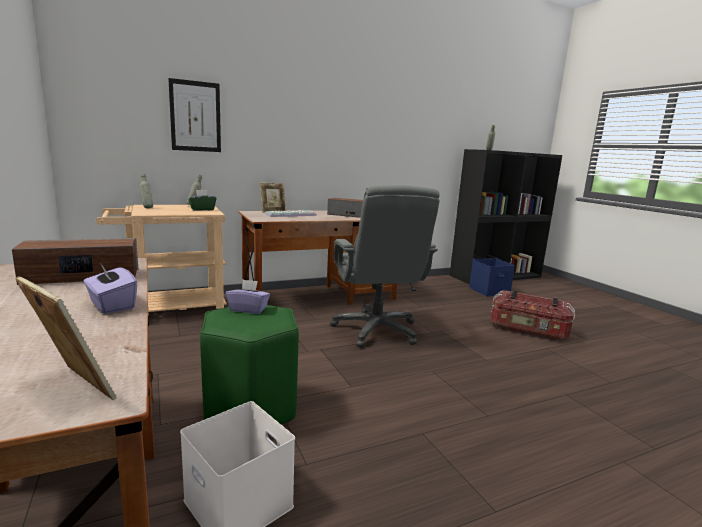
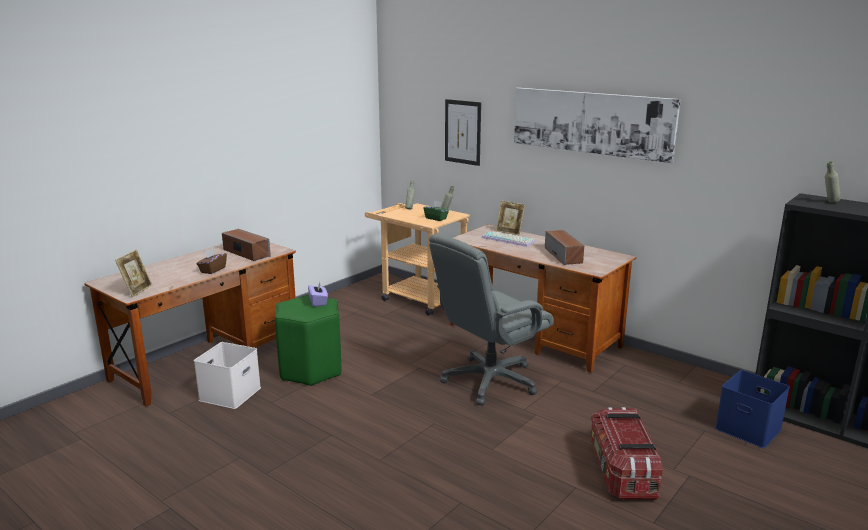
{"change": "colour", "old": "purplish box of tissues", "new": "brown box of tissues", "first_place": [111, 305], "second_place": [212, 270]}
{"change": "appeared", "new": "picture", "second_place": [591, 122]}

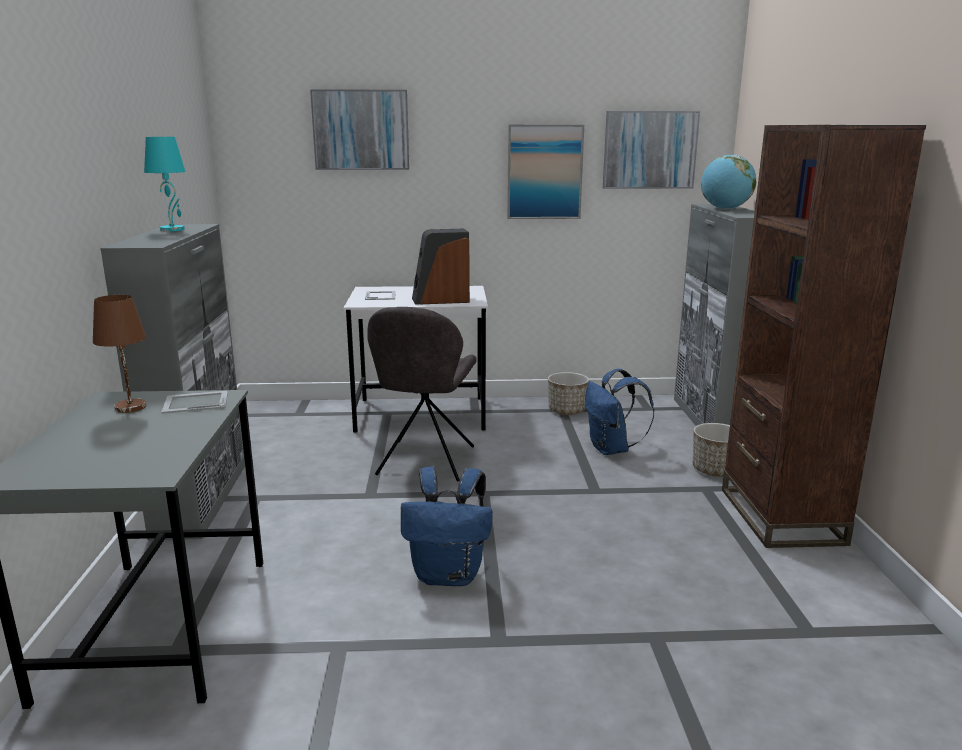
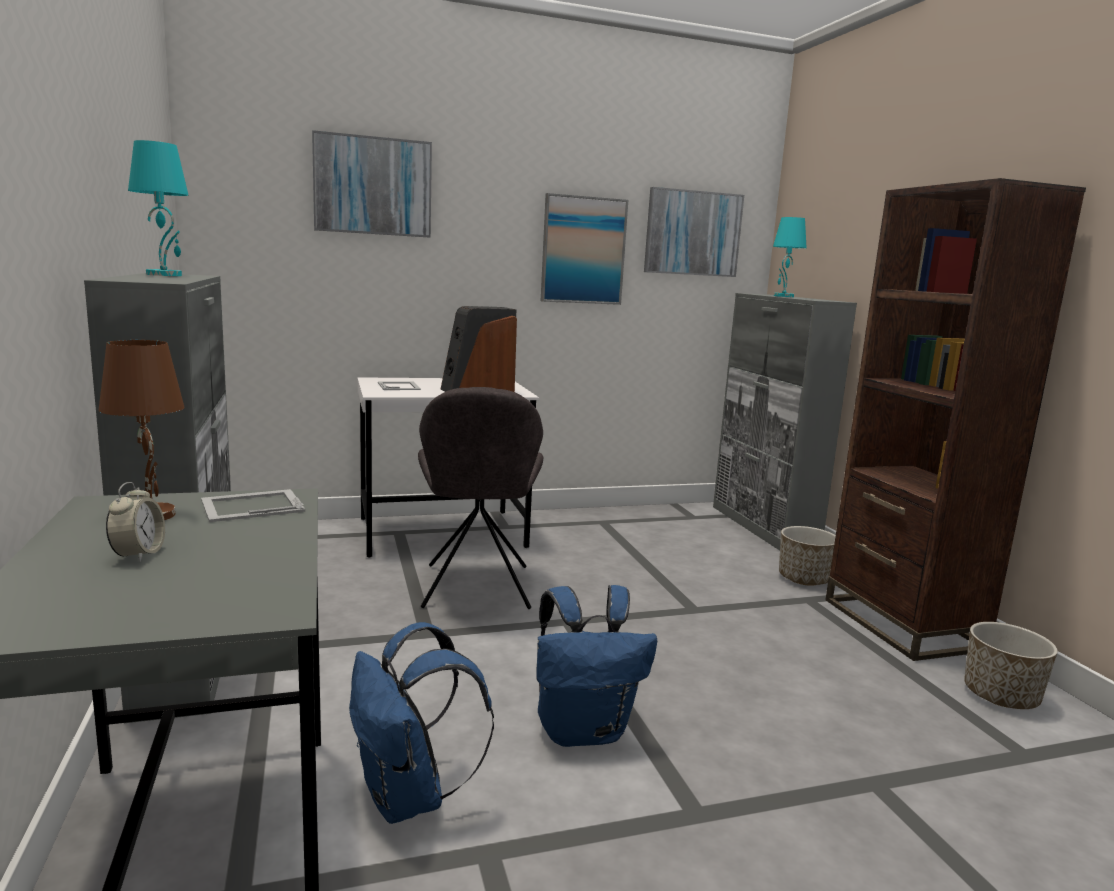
{"change": "exchanged", "old": "desk globe", "new": "turquoise-coloured table lamp", "first_place": [725, 209], "second_place": [783, 296]}
{"change": "relocated", "old": "blue-coloured knapsack", "first_place": [611, 449], "second_place": [409, 798]}
{"change": "relocated", "old": "plant pot", "first_place": [567, 410], "second_place": [1000, 696]}
{"change": "appeared", "new": "bedside clock", "second_place": [138, 554]}

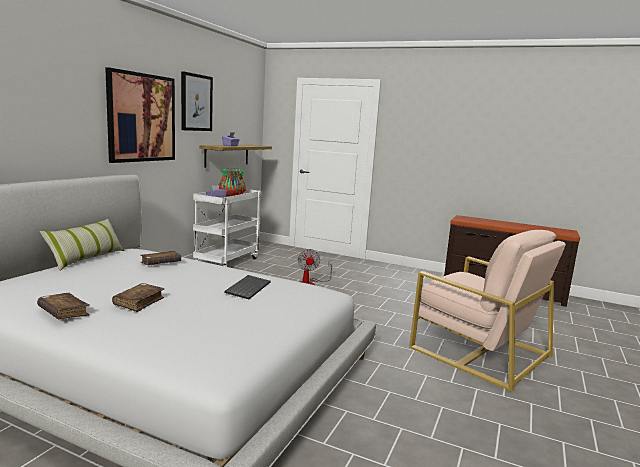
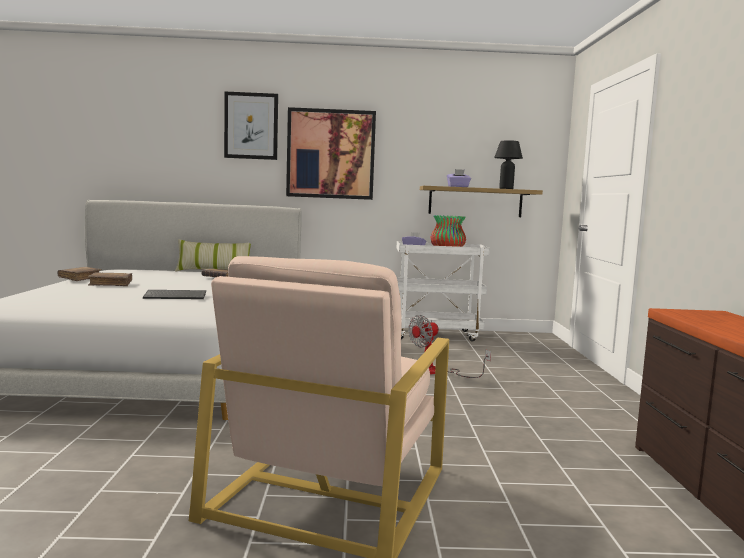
{"change": "relocated", "old": "picture", "first_place": [196, 102], "second_place": [251, 126]}
{"change": "appeared", "new": "blackish table lamp", "second_place": [506, 188]}

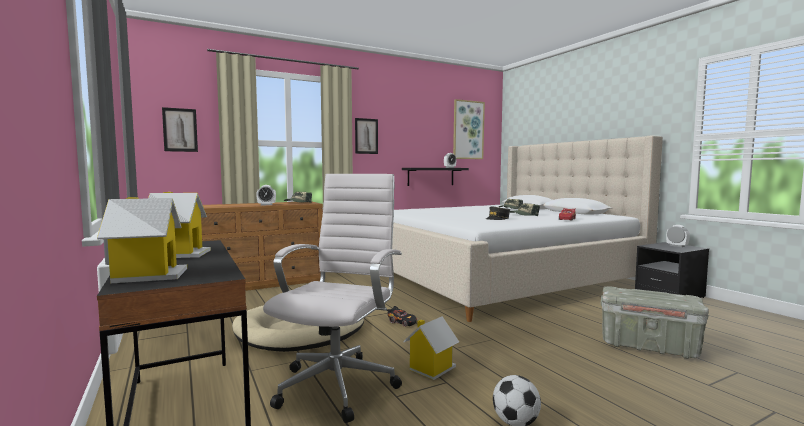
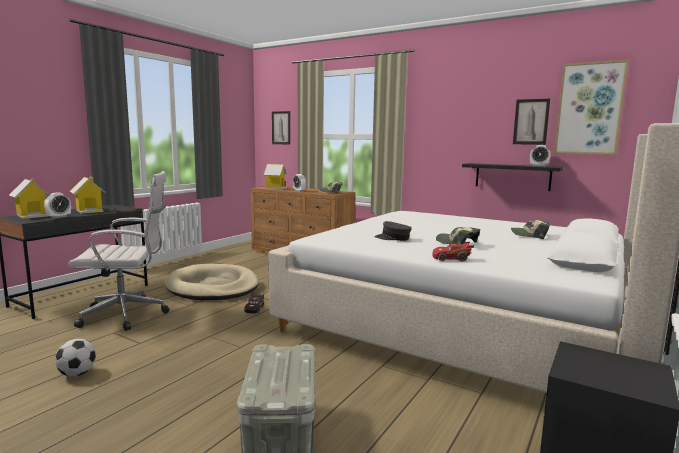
{"change": "relocated", "old": "picture", "first_place": [366, 136], "second_place": [531, 122]}
{"change": "relocated", "old": "bedside clock", "first_place": [677, 246], "second_place": [59, 217]}
{"change": "relocated", "old": "miniature house", "first_place": [431, 369], "second_place": [276, 188]}

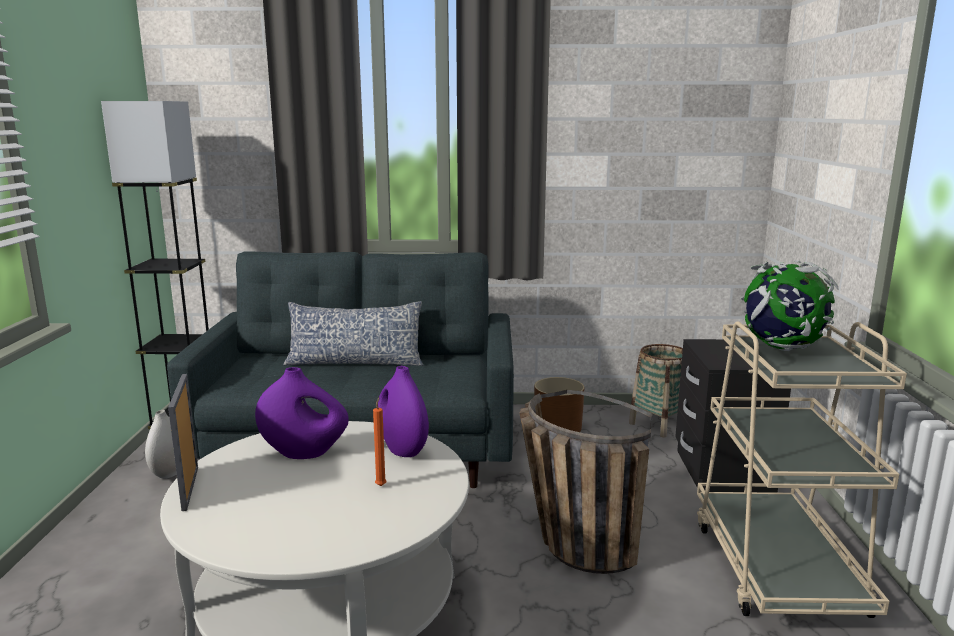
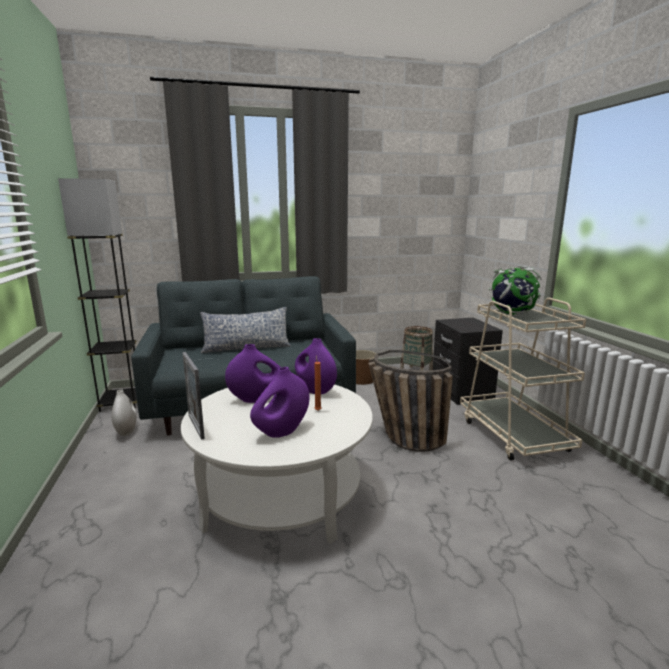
{"change": "appeared", "new": "purplish vase", "second_place": [282, 432]}

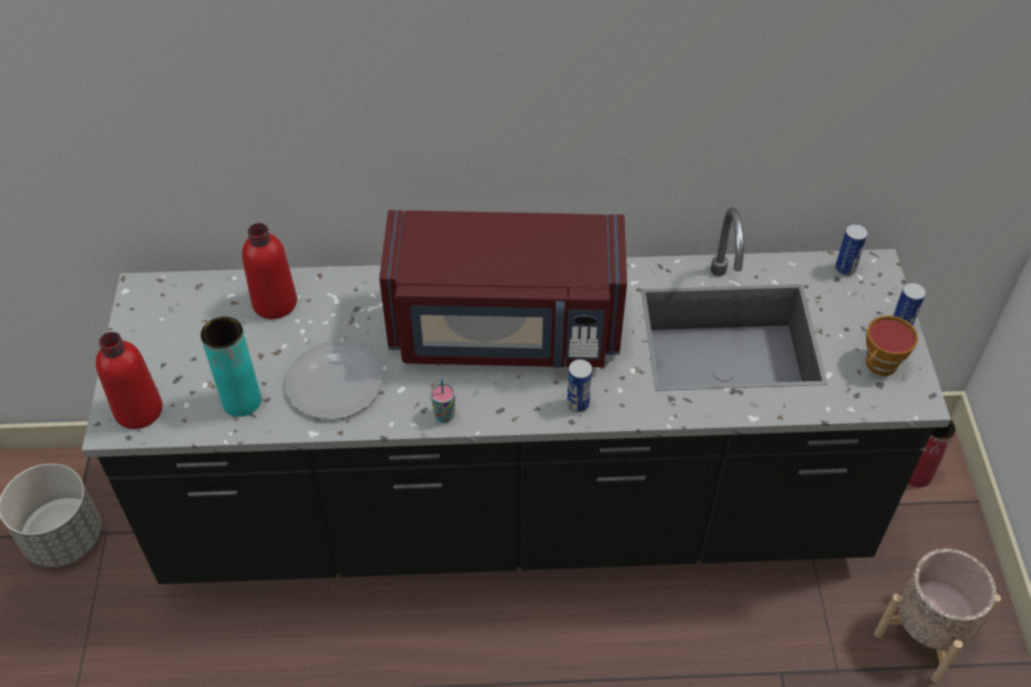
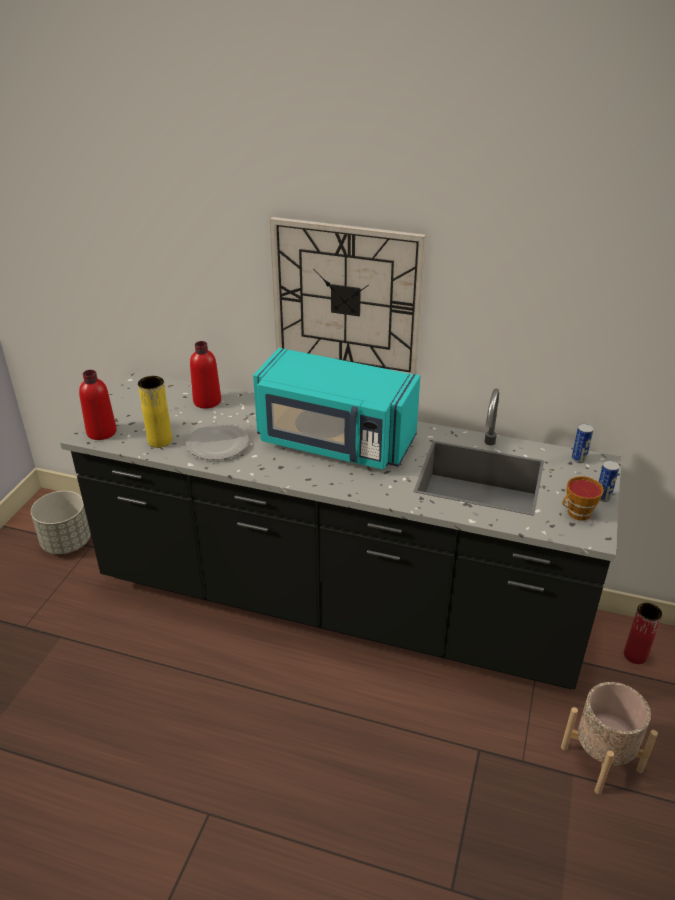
{"change": "colour", "old": "red microwave", "new": "turquoise-coloured microwave", "first_place": [505, 330], "second_place": [334, 442]}
{"change": "colour", "old": "turquoise-coloured vase", "new": "yellow vase", "first_place": [242, 401], "second_place": [160, 441]}
{"change": "missing", "old": "sealed can", "first_place": [578, 404]}
{"change": "missing", "old": "cup", "first_place": [444, 416]}
{"change": "appeared", "new": "wall clock", "second_place": [346, 299]}

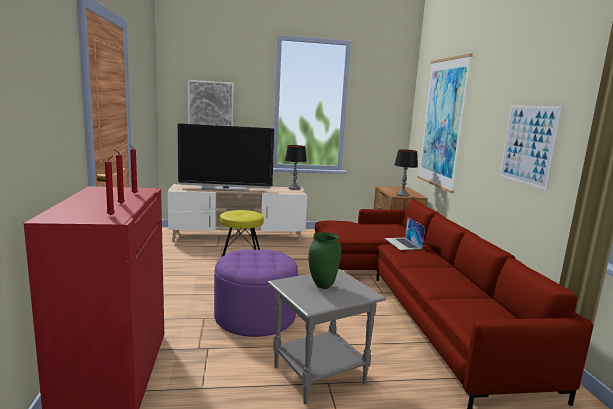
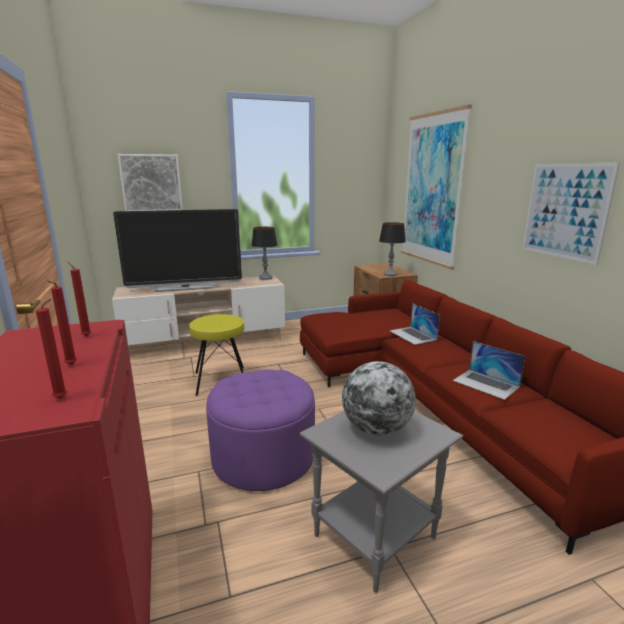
{"change": "exchanged", "old": "green vase", "new": "desk globe", "first_place": [323, 286], "second_place": [376, 429]}
{"change": "appeared", "new": "notebook computer", "second_place": [486, 383]}

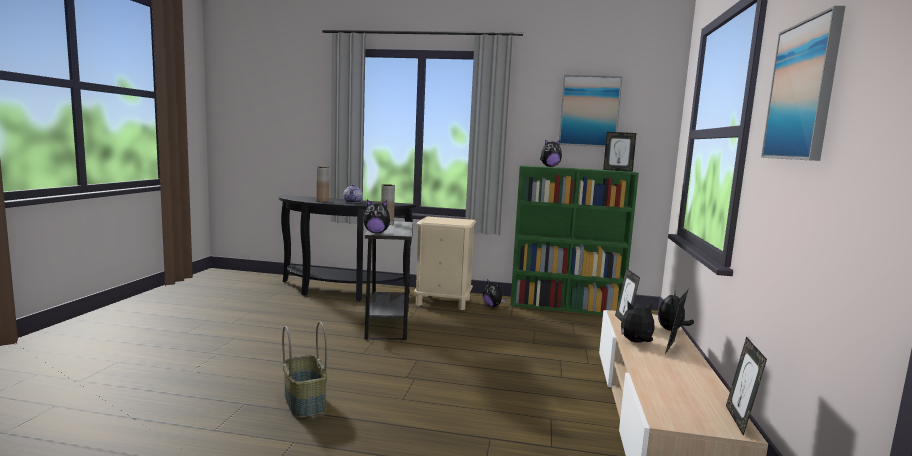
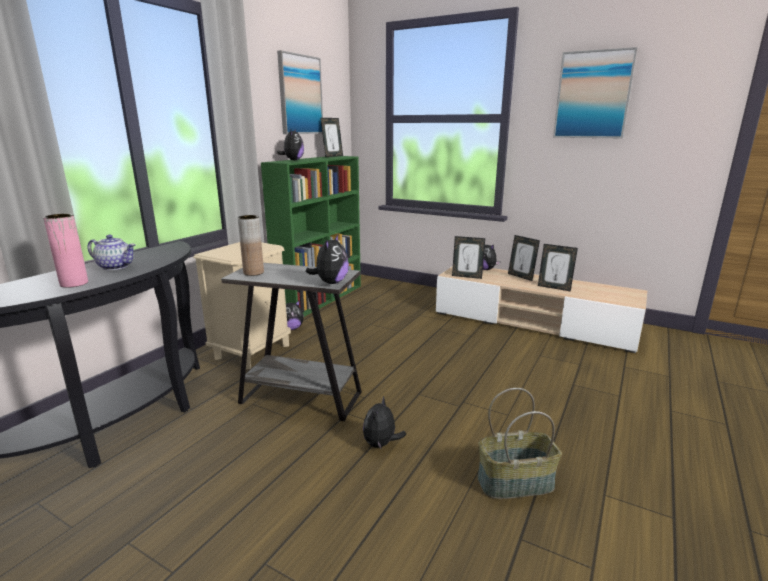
{"change": "colour", "old": "brown vase", "new": "pinkish vase", "first_place": [322, 201], "second_place": [74, 283]}
{"change": "relocated", "old": "soft toy", "first_place": [636, 342], "second_place": [381, 444]}
{"change": "relocated", "old": "photo frame", "first_place": [739, 420], "second_place": [554, 287]}

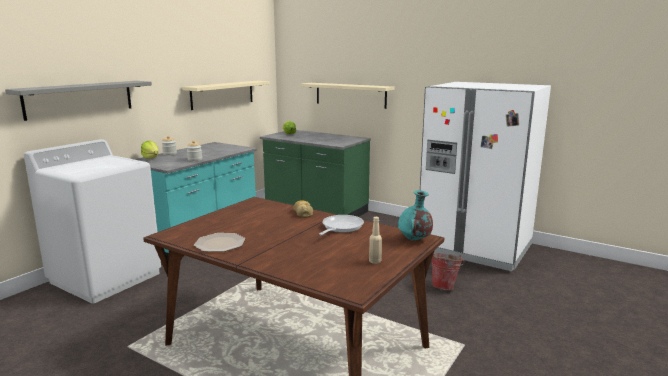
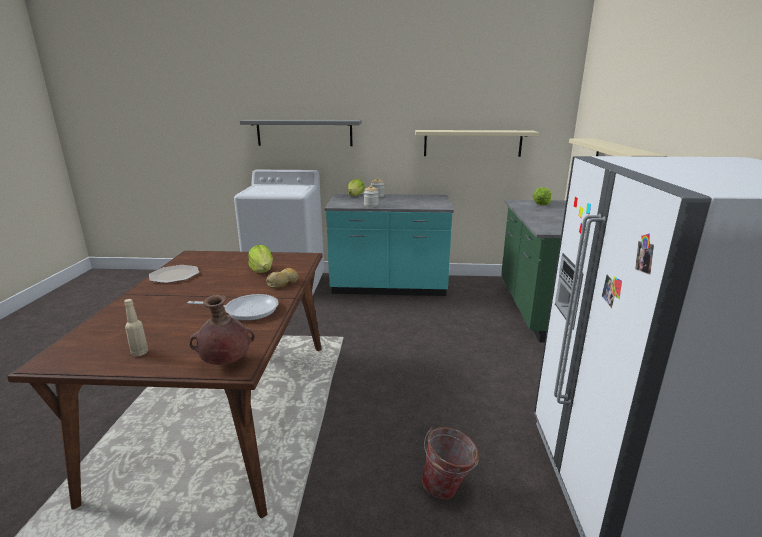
{"change": "colour", "old": "turquoise-coloured vase", "new": "brown vase", "first_place": [414, 240], "second_place": [225, 363]}
{"change": "appeared", "new": "lettuce", "second_place": [262, 270]}

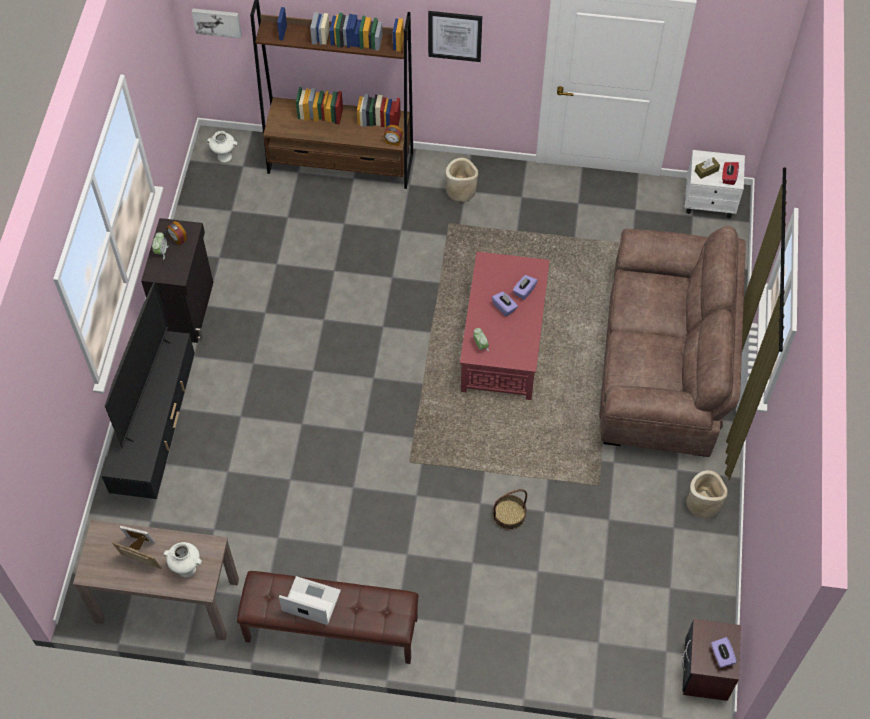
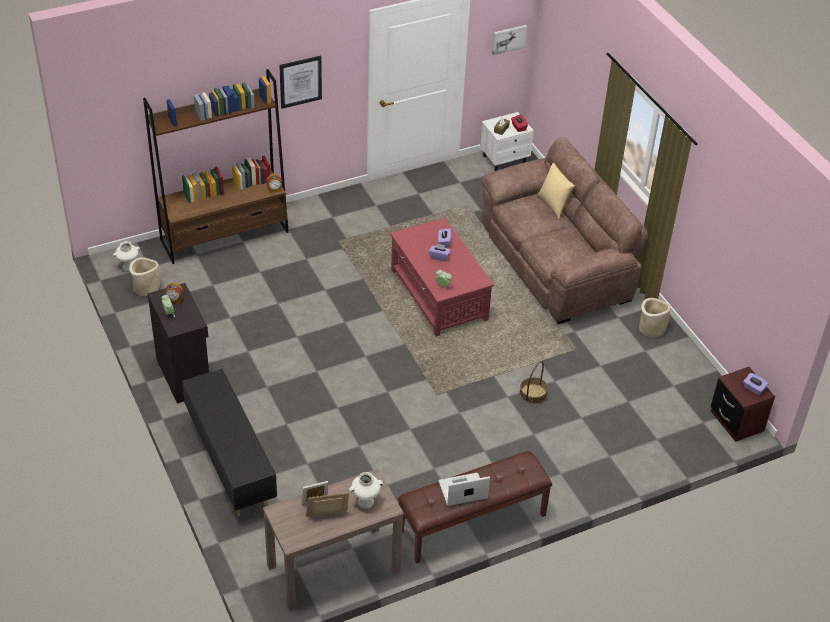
{"change": "relocated", "old": "picture", "first_place": [217, 21], "second_place": [508, 39]}
{"change": "relocated", "old": "beige-coloured plant pot", "first_place": [461, 191], "second_place": [146, 288]}
{"change": "missing", "old": "TV set", "first_place": [145, 389]}
{"change": "appeared", "new": "throw pillow", "second_place": [554, 205]}

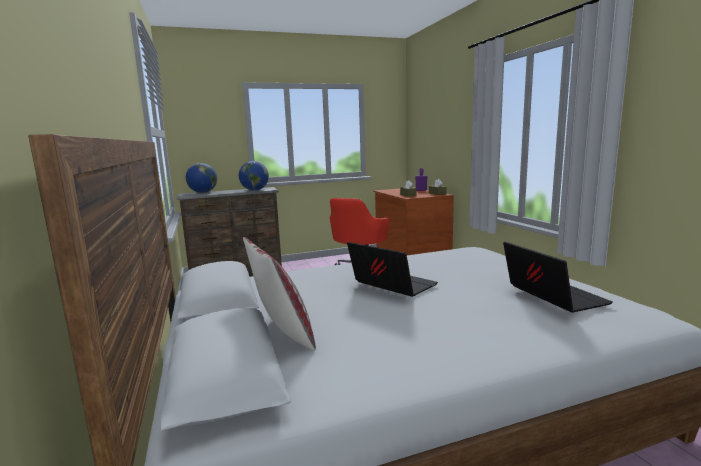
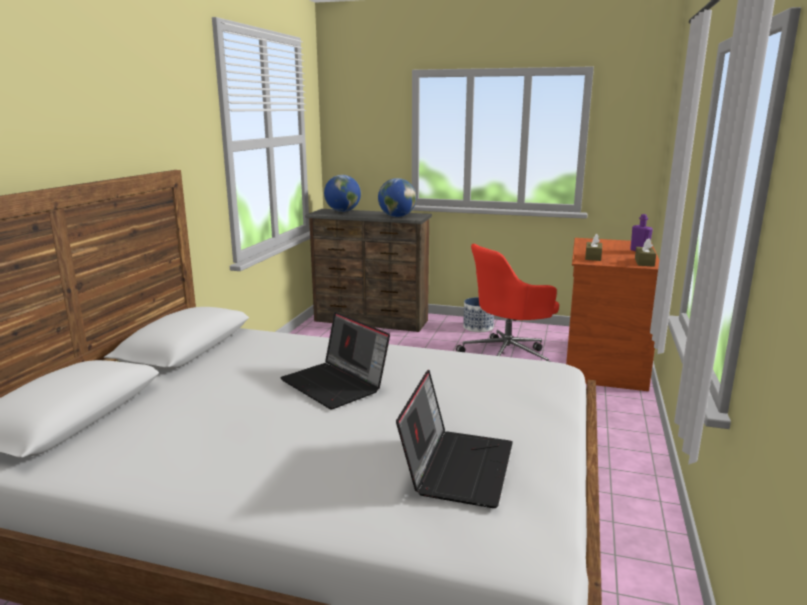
{"change": "missing", "old": "throw pillow", "first_place": [283, 333]}
{"change": "spun", "old": "notebook computer", "first_place": [391, 285], "second_place": [336, 384], "degrees": 150}
{"change": "appeared", "new": "plant pot", "second_place": [478, 327]}

